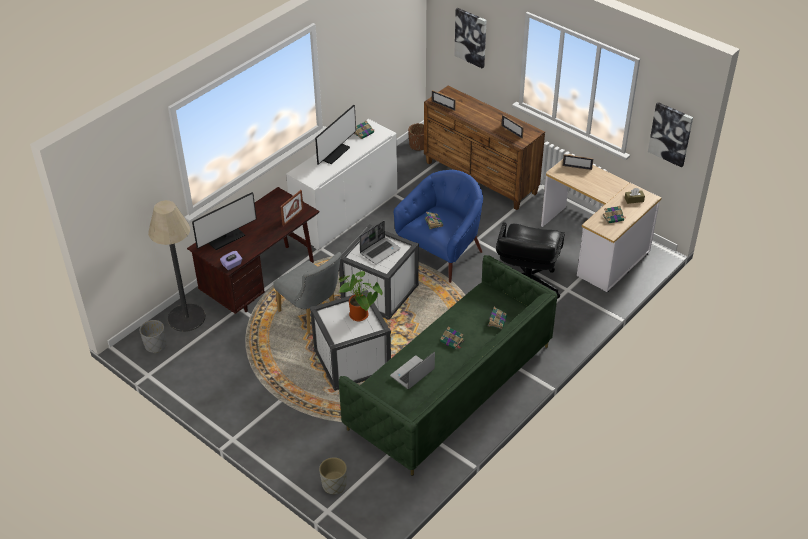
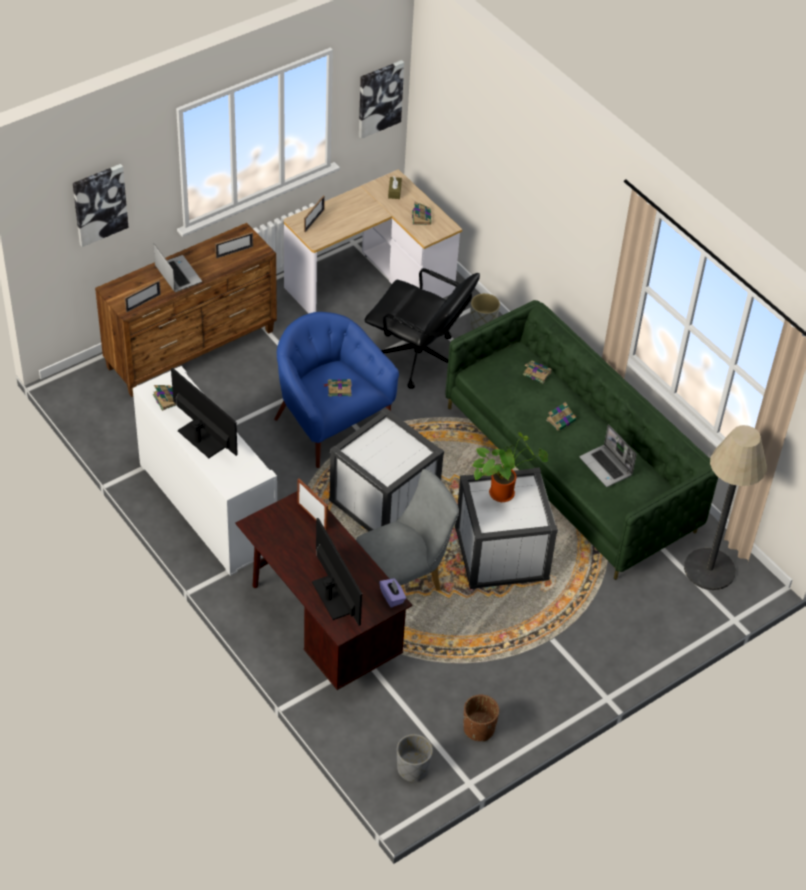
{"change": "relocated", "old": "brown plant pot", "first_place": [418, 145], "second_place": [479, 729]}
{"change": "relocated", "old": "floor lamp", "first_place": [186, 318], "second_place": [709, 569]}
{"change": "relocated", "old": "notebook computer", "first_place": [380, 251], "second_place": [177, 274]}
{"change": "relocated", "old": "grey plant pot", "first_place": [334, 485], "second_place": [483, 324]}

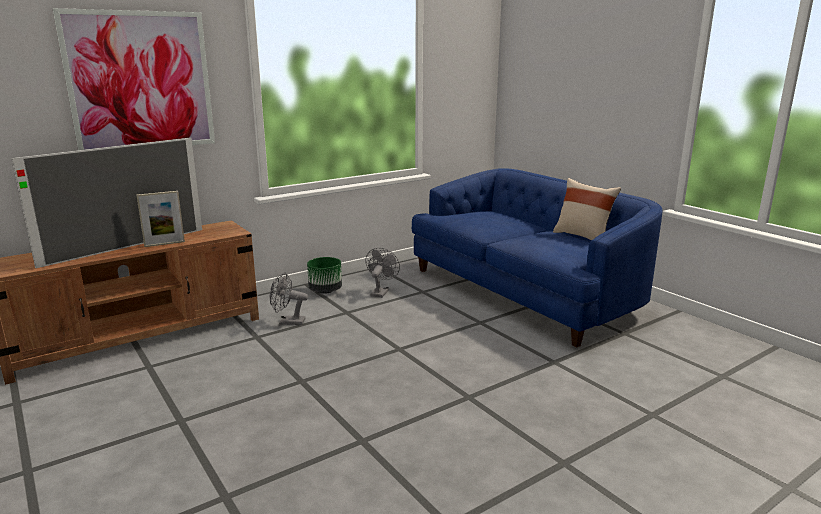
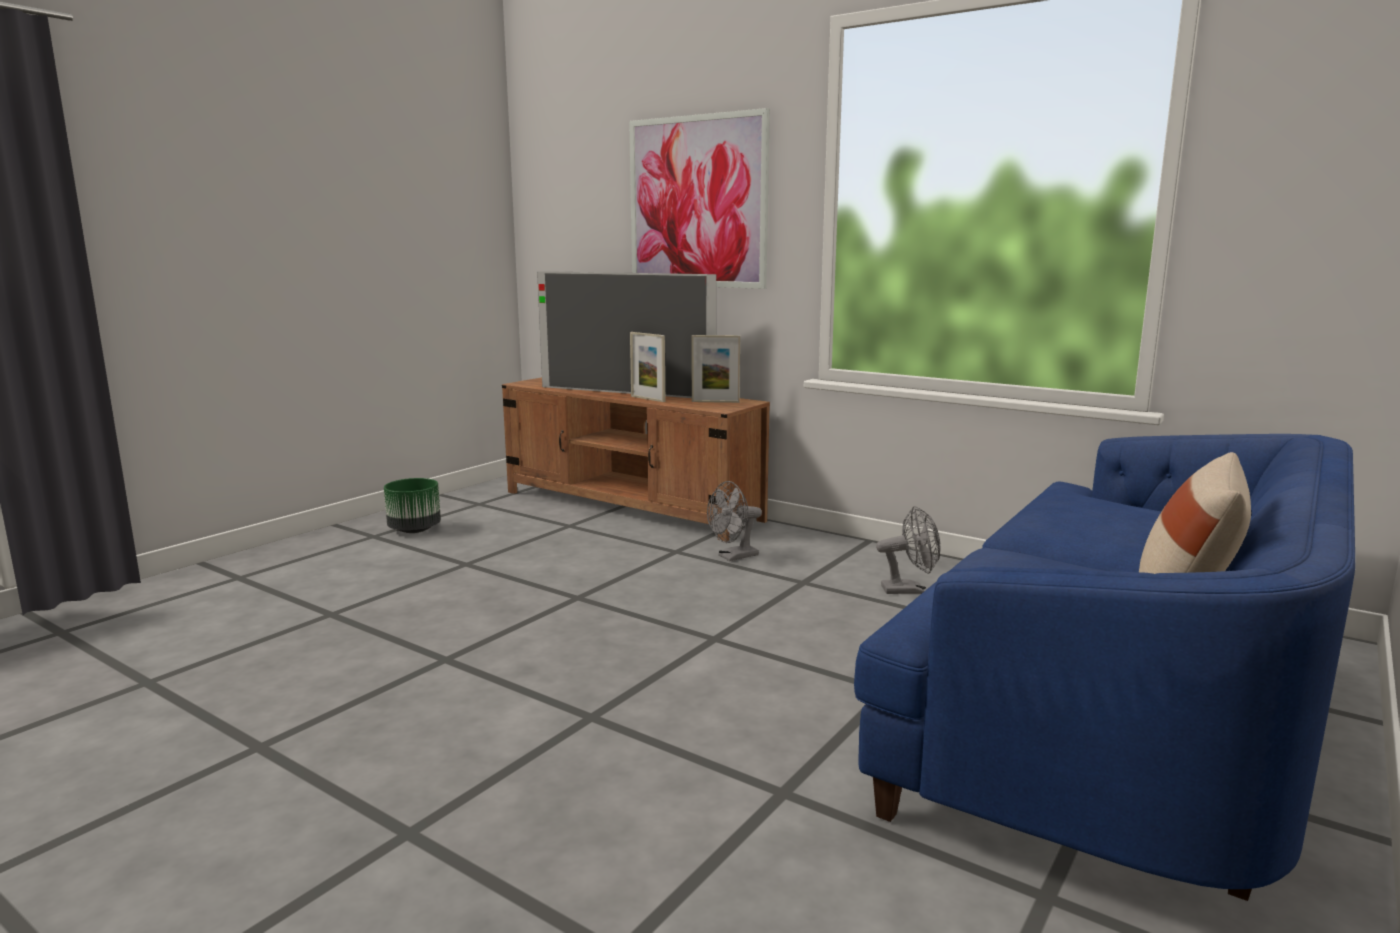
{"change": "relocated", "old": "green plant pot", "first_place": [325, 290], "second_place": [415, 529]}
{"change": "spun", "old": "grey fan", "first_place": [288, 322], "second_place": [733, 557], "degrees": -105}
{"change": "appeared", "new": "photo frame", "second_place": [715, 402]}

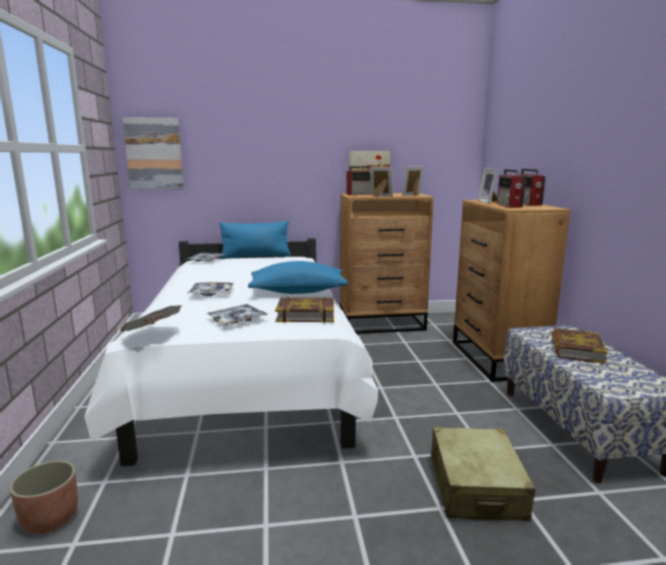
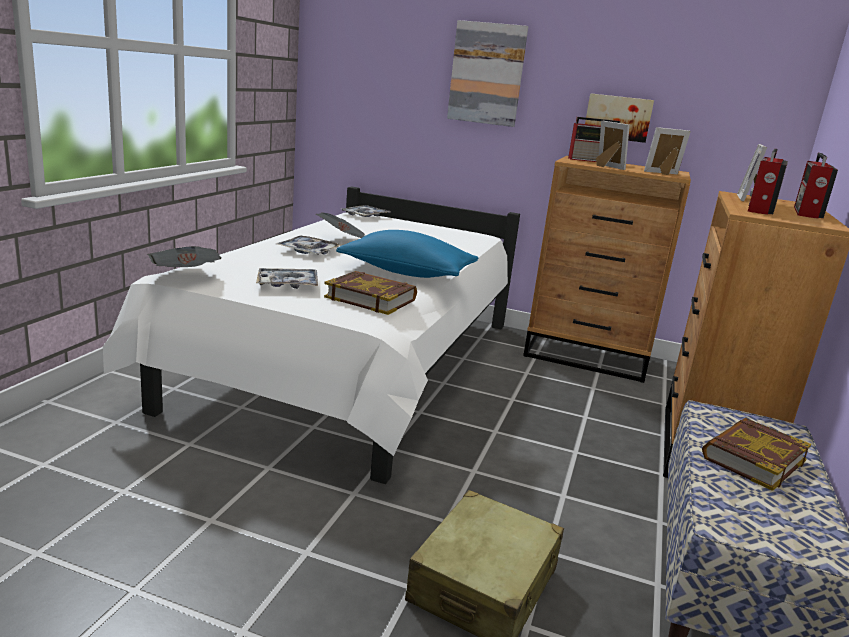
{"change": "relocated", "old": "picture", "first_place": [154, 154], "second_place": [487, 74]}
{"change": "missing", "old": "blue-coloured throw pillow", "first_place": [256, 256]}
{"change": "missing", "old": "plant pot", "first_place": [50, 519]}
{"change": "appeared", "new": "daily paper", "second_place": [344, 241]}

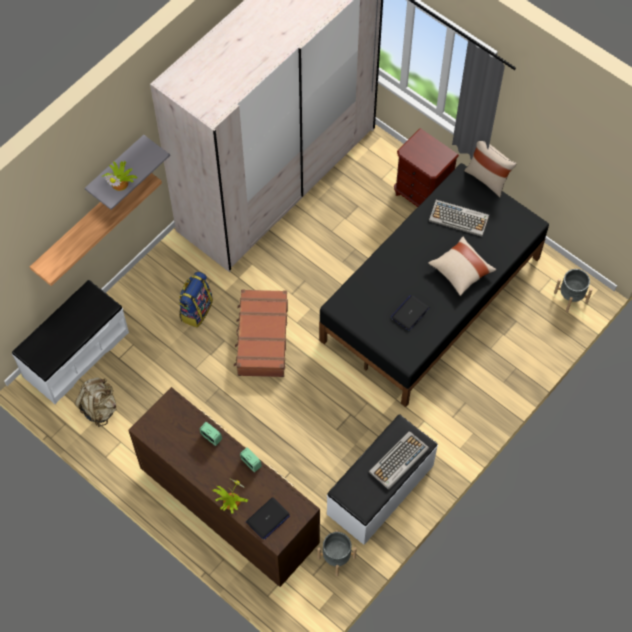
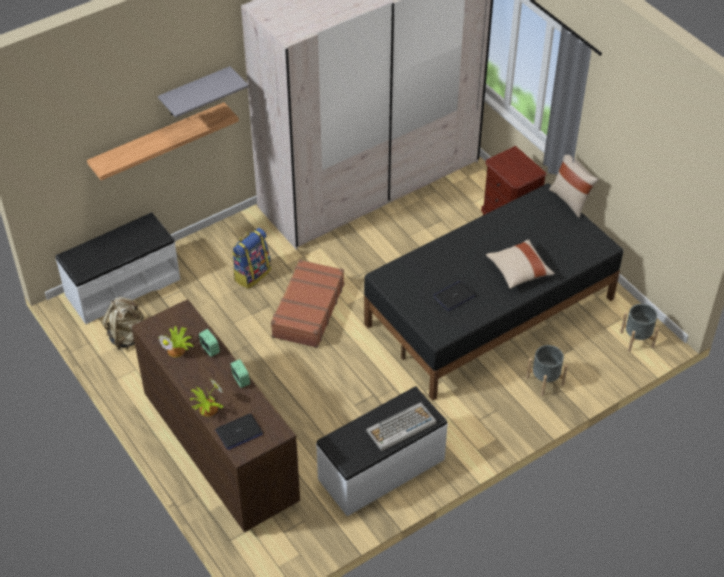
{"change": "relocated", "old": "houseplant", "first_place": [121, 182], "second_place": [177, 349]}
{"change": "missing", "old": "computer keyboard", "first_place": [459, 218]}
{"change": "relocated", "old": "grey plant pot", "first_place": [336, 557], "second_place": [545, 381]}

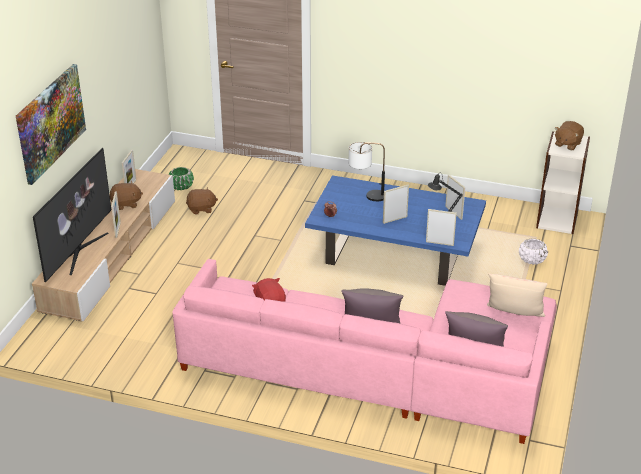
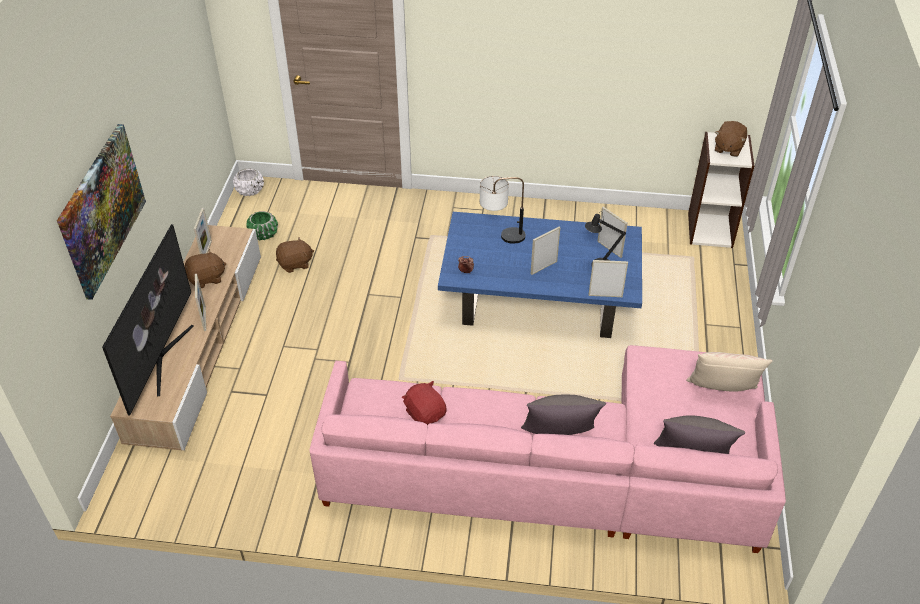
{"change": "relocated", "old": "white plant pot", "first_place": [532, 260], "second_place": [250, 191]}

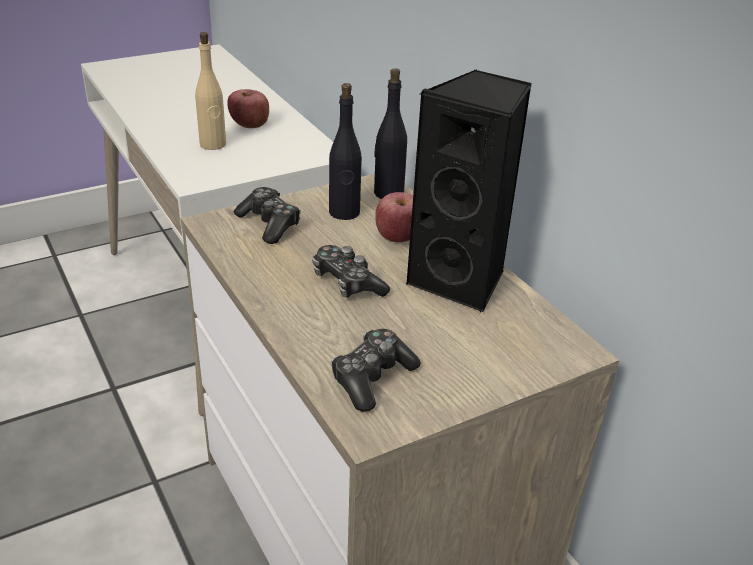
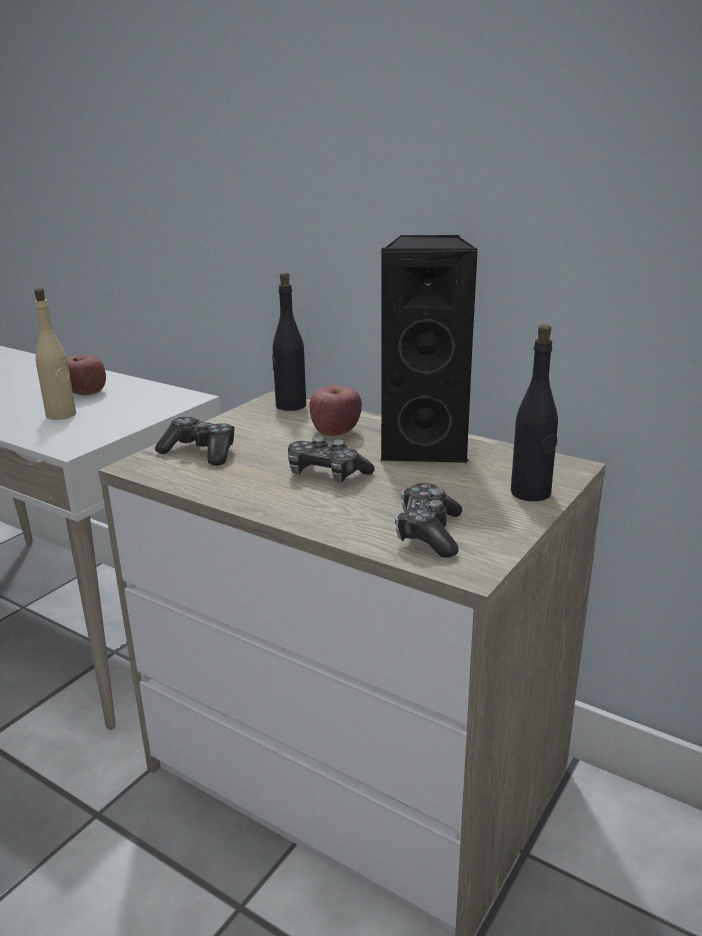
{"change": "relocated", "old": "blackish bottle", "first_place": [344, 213], "second_place": [531, 493]}

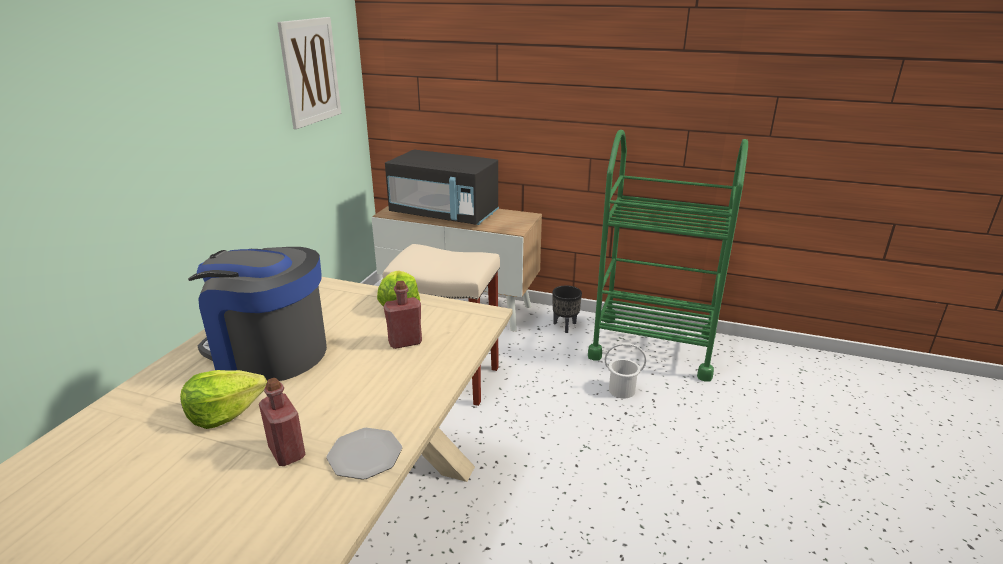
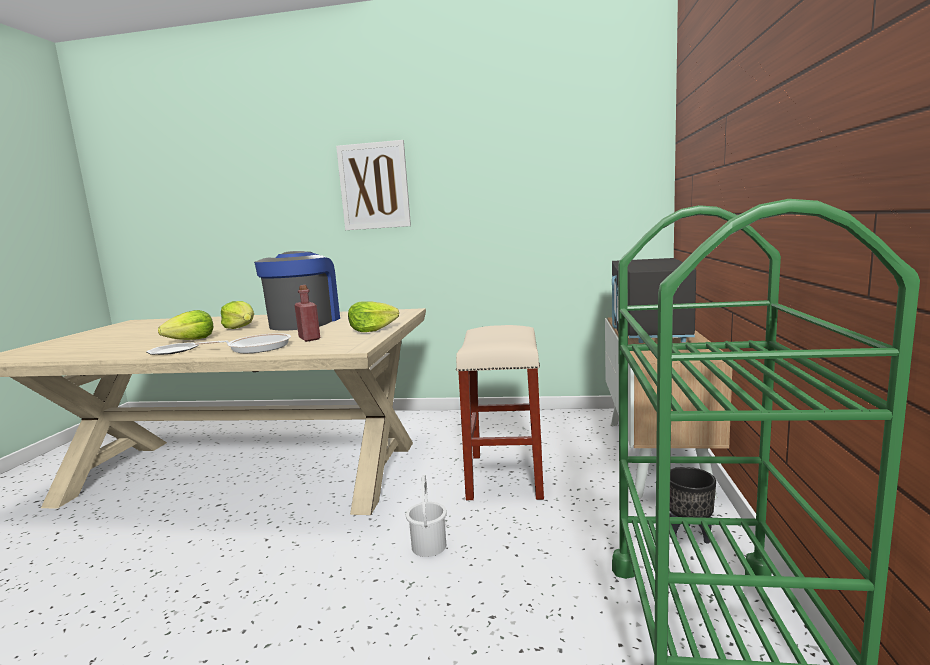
{"change": "relocated", "old": "picture", "first_place": [310, 71], "second_place": [374, 186]}
{"change": "relocated", "old": "white bucket", "first_place": [621, 390], "second_place": [429, 546]}
{"change": "exchanged", "old": "red bottle", "new": "lettuce", "first_place": [287, 452], "second_place": [191, 340]}
{"change": "appeared", "new": "frying pan", "second_place": [256, 347]}

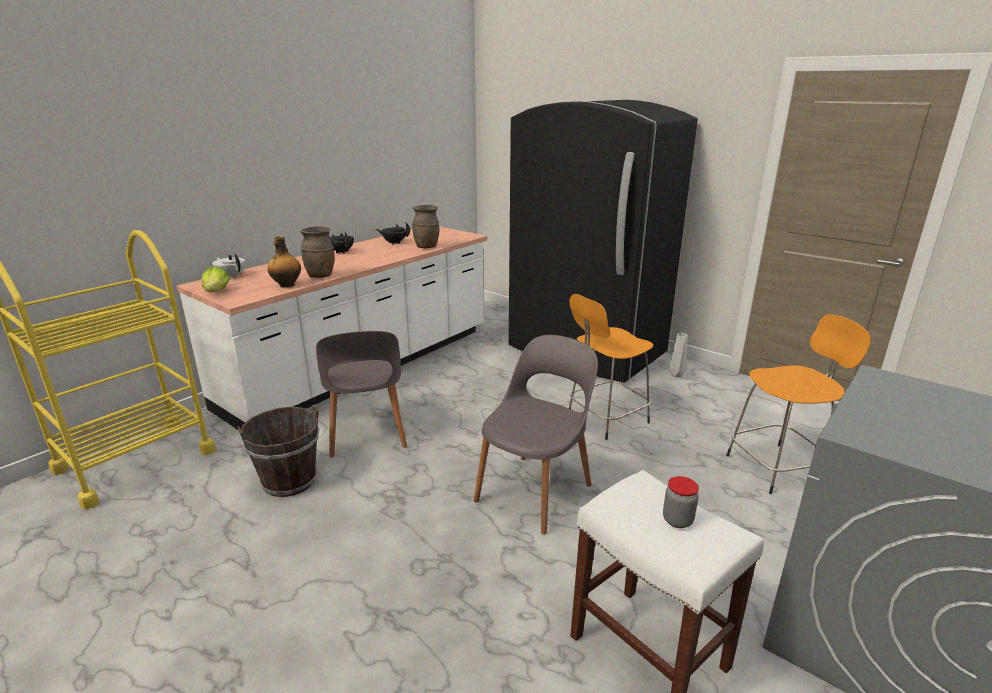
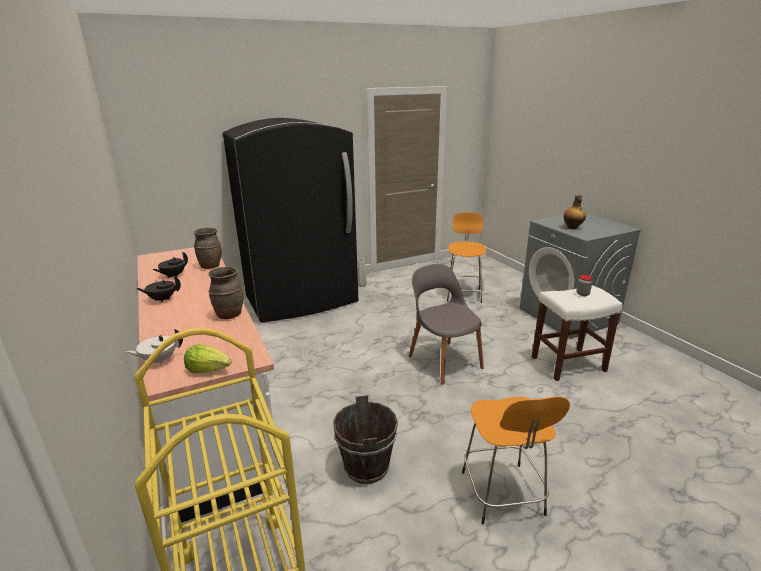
{"change": "relocated", "old": "bottle", "first_place": [286, 285], "second_place": [572, 227]}
{"change": "relocated", "old": "orangey stool", "first_place": [605, 419], "second_place": [503, 495]}
{"change": "missing", "old": "grey upright chair", "first_place": [367, 433]}

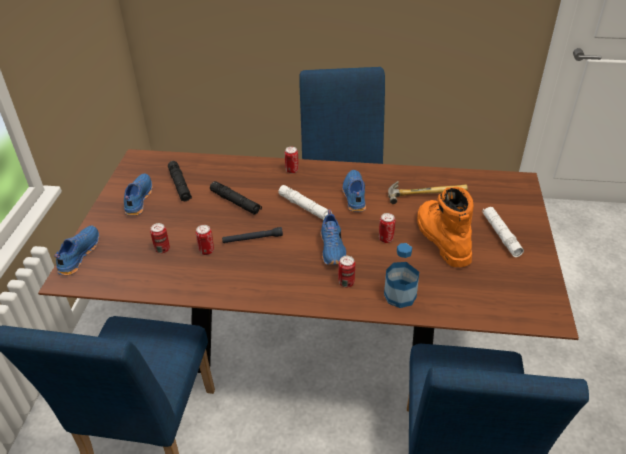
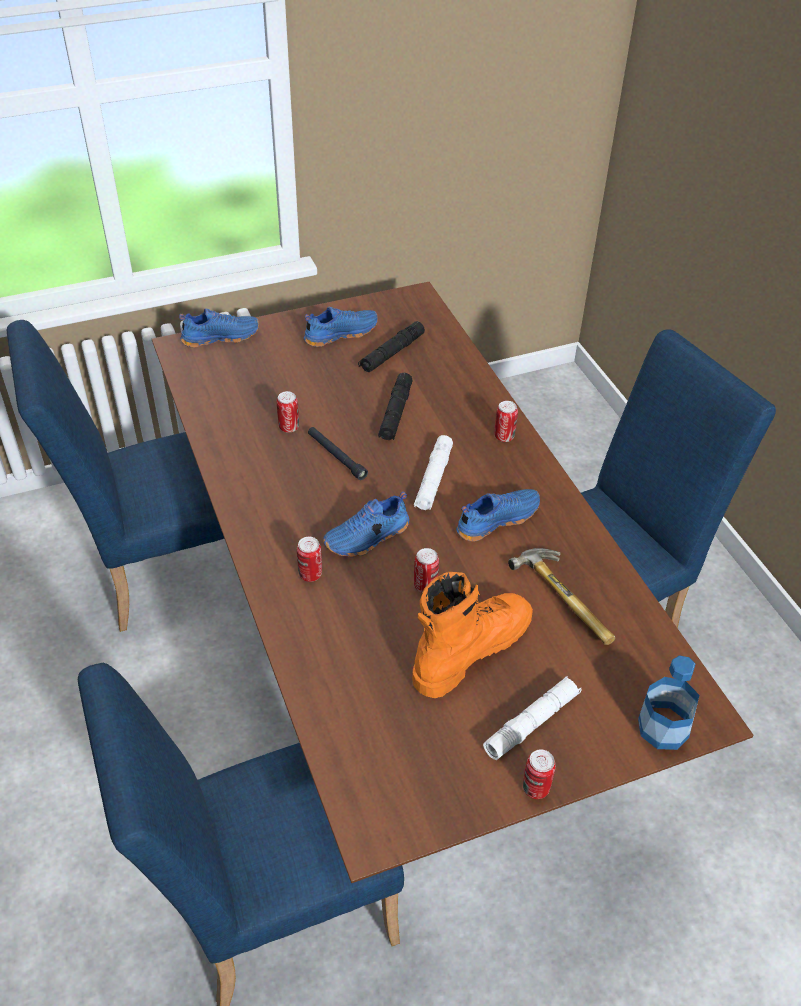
{"change": "relocated", "old": "sealed can", "first_place": [162, 249], "second_place": [535, 788]}
{"change": "relocated", "old": "bottle", "first_place": [400, 296], "second_place": [663, 728]}

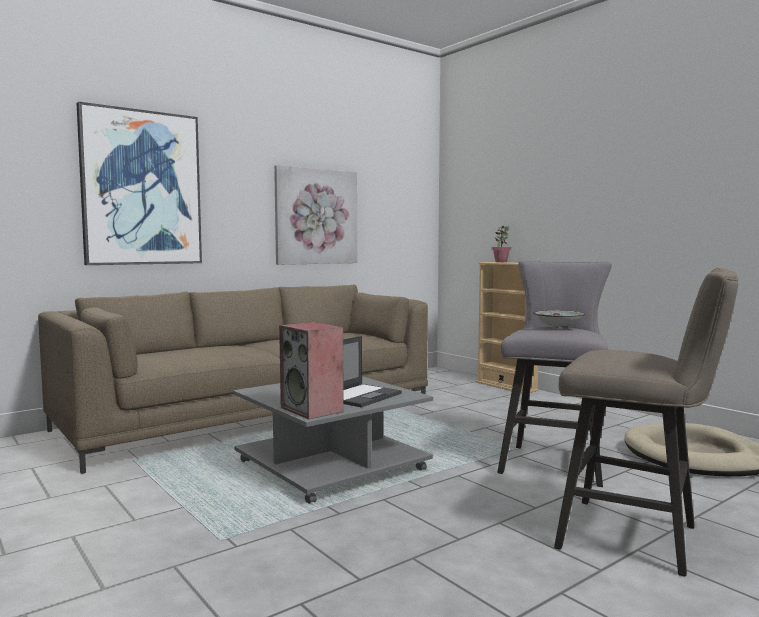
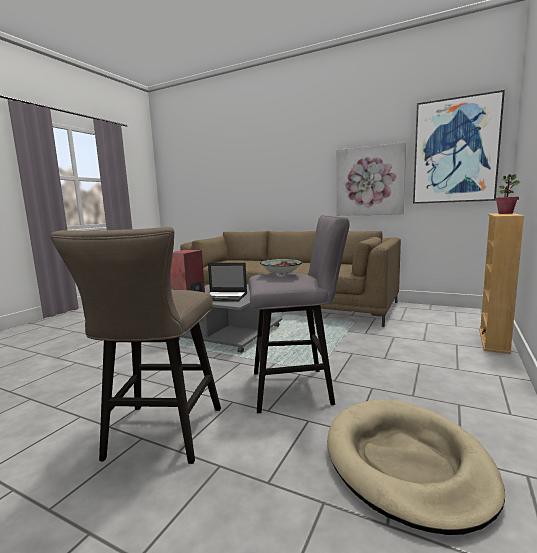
{"change": "relocated", "old": "picture", "first_place": [141, 188], "second_place": [455, 151]}

